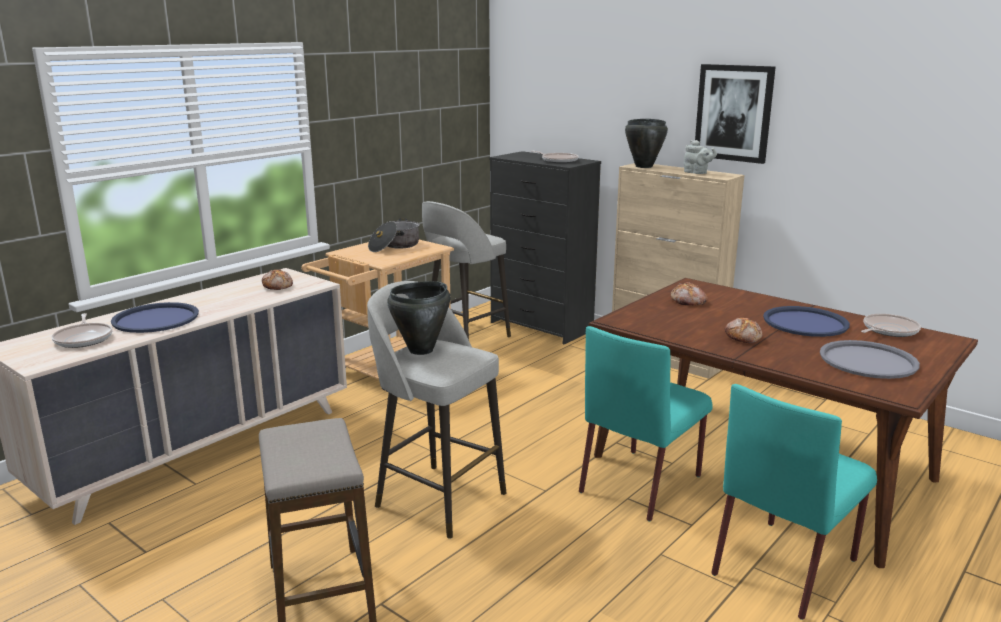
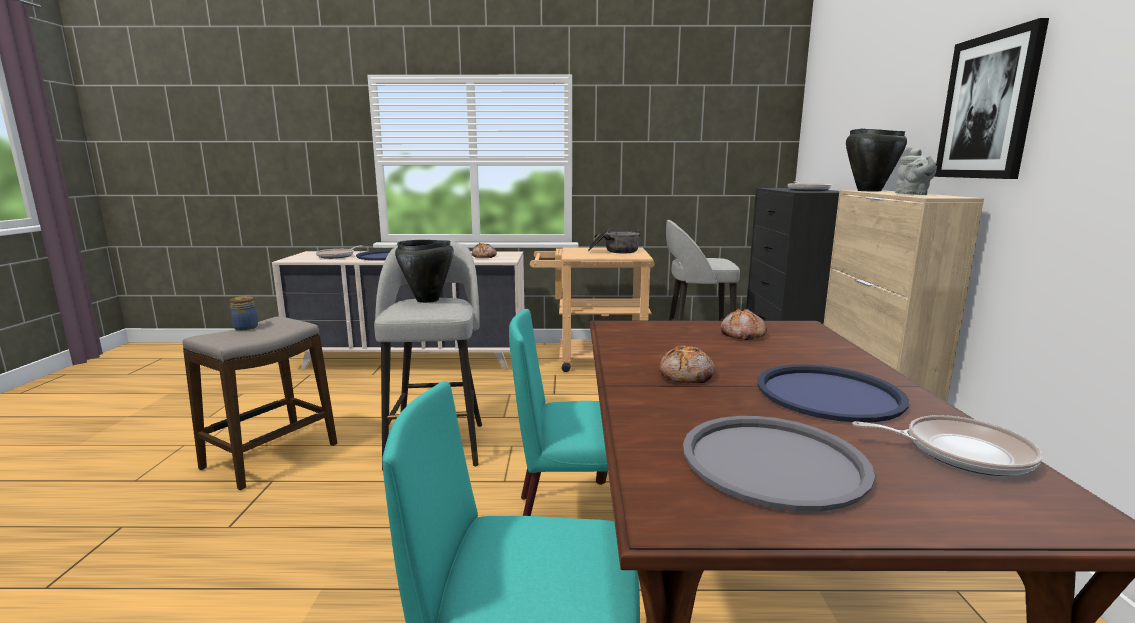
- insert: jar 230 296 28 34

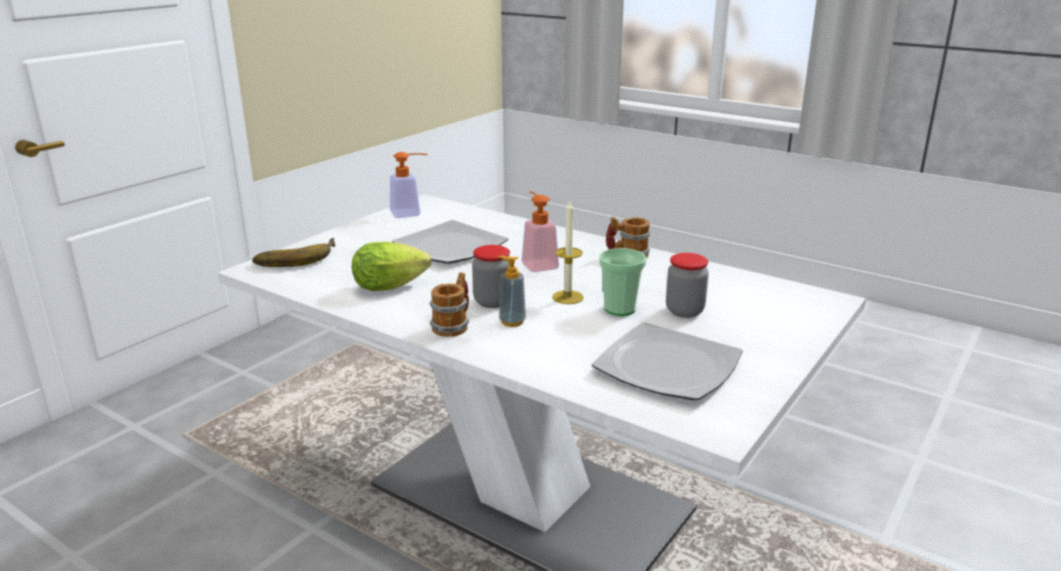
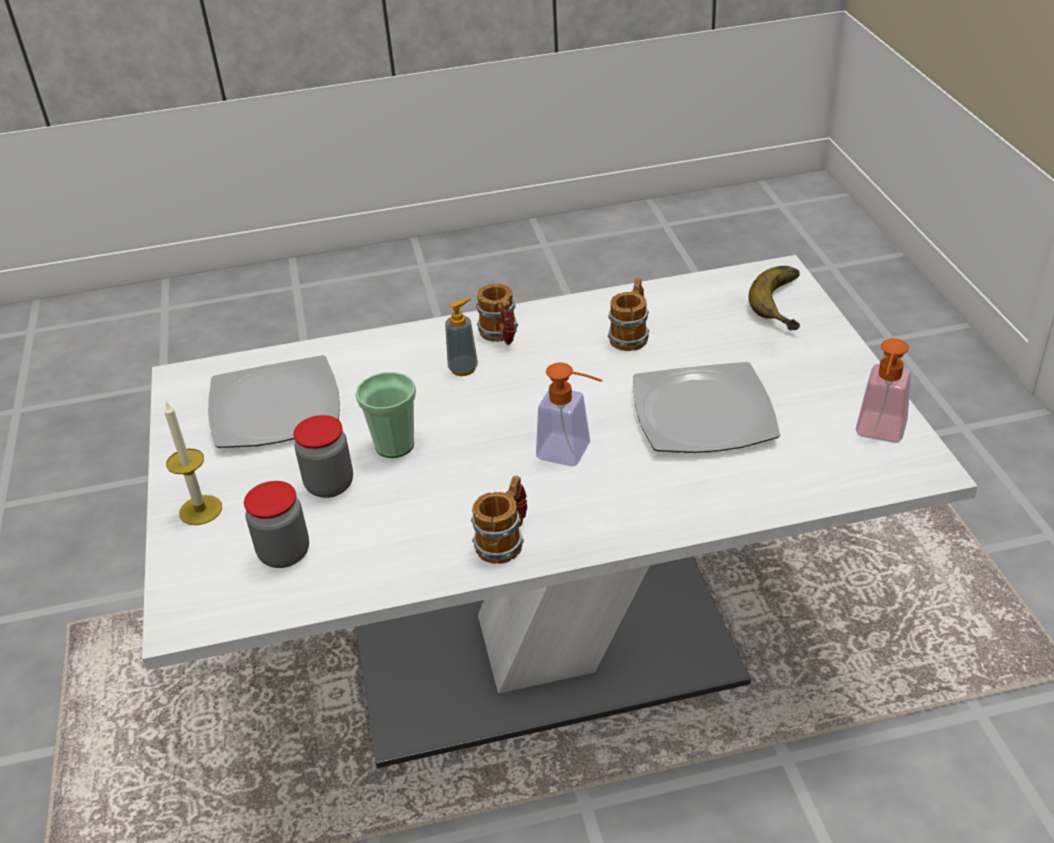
- move: jar 472 245 38 63 to 244 481 65 87
- move: candle 552 201 32 103 to 164 401 58 124
- replace: lettuce 352 242 79 49 to mug 608 278 41 73

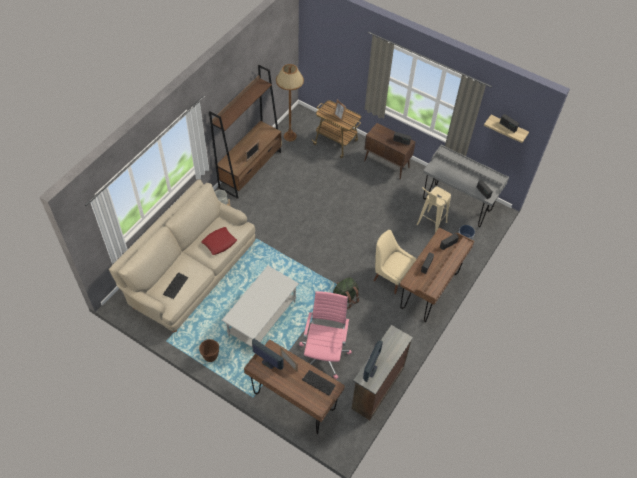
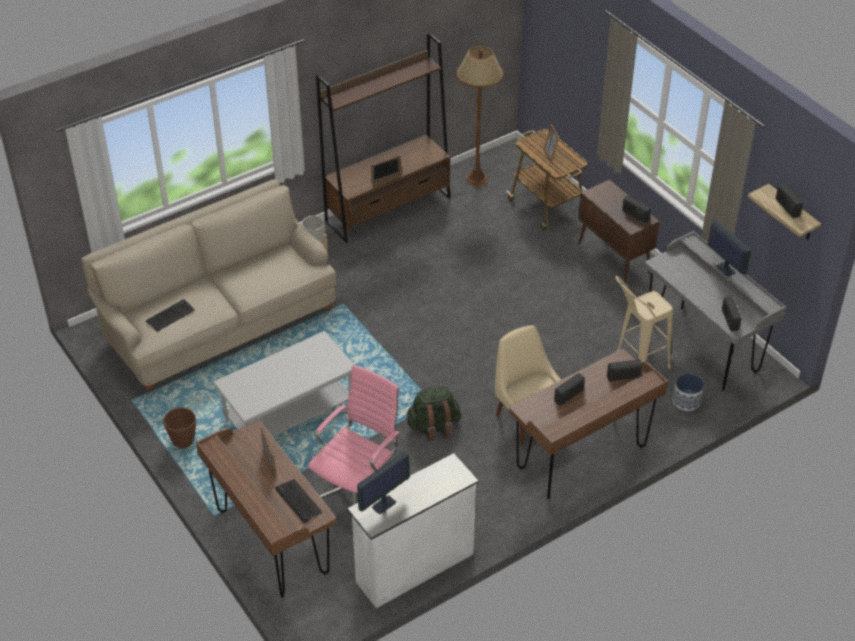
- delete: red pillow 201 227 36 28
- move: monitor 252 338 32 32 to 708 219 43 58
- recolor: brown dresser 351 325 62 95 to white dresser 347 453 132 155

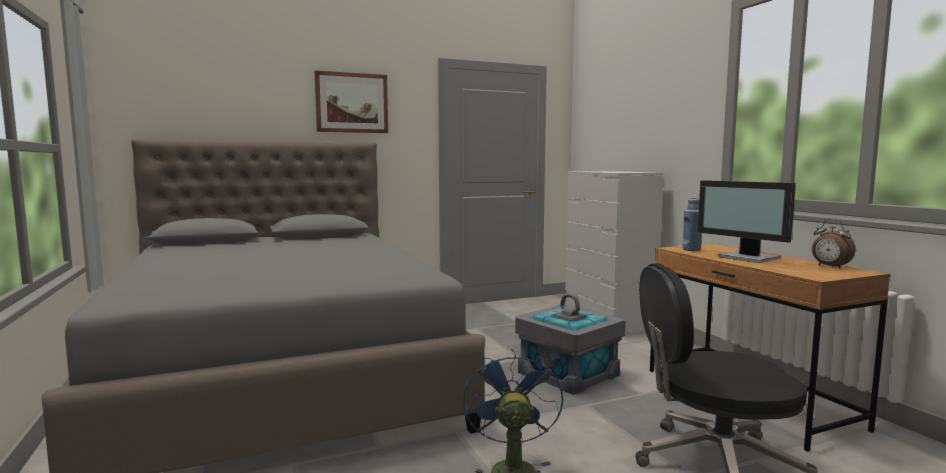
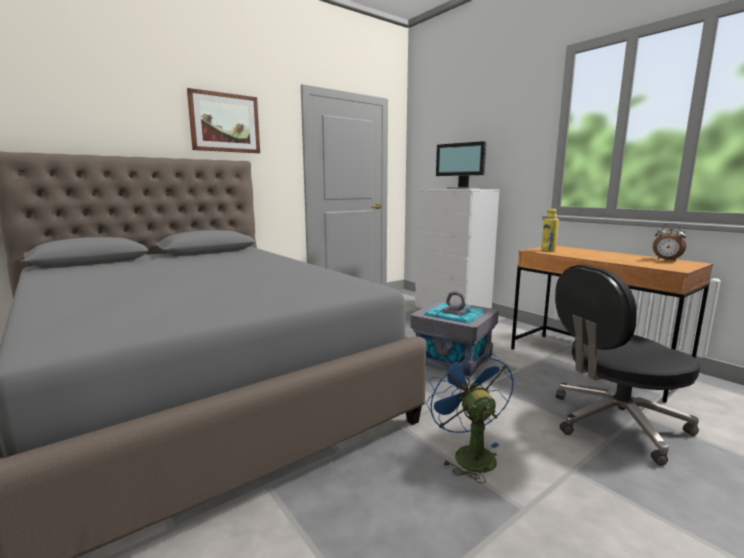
- move: monitor 698 180 98 83 to 436 141 50 48
- recolor: blue bottle 683 198 19 53 to yellow bottle 541 208 18 44

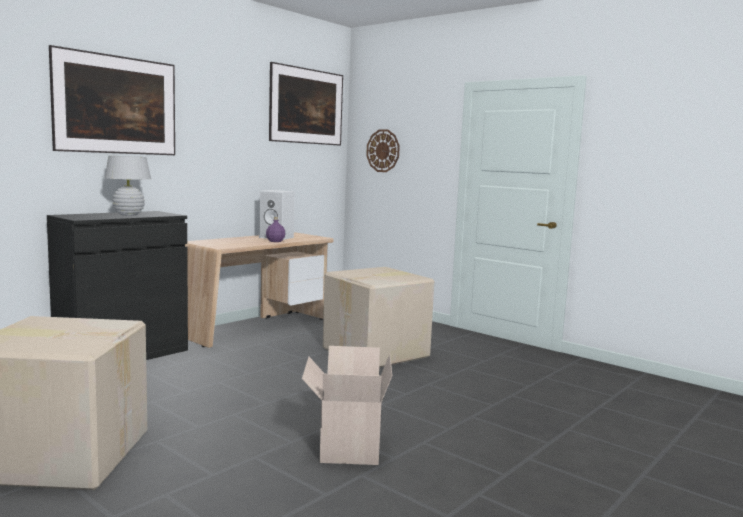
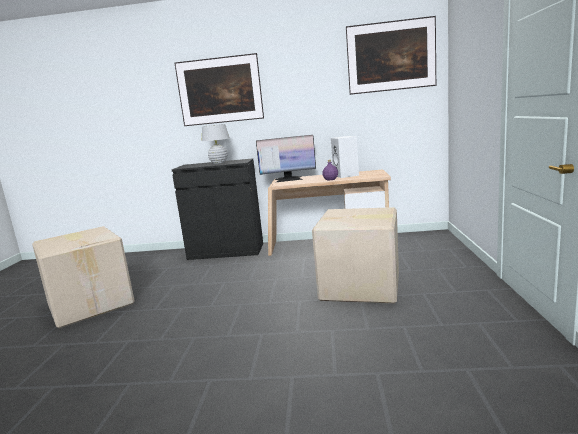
- delete: cardboard box 302 346 90 119
- delete: wall clock 366 129 34 43
- insert: monitor 256 135 60 47

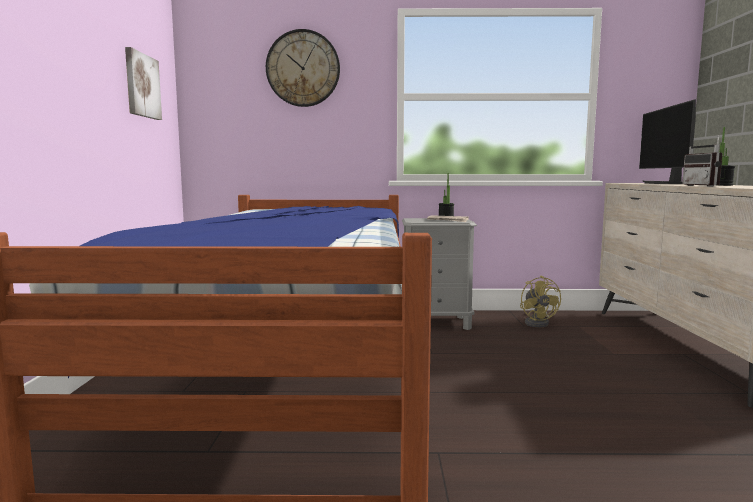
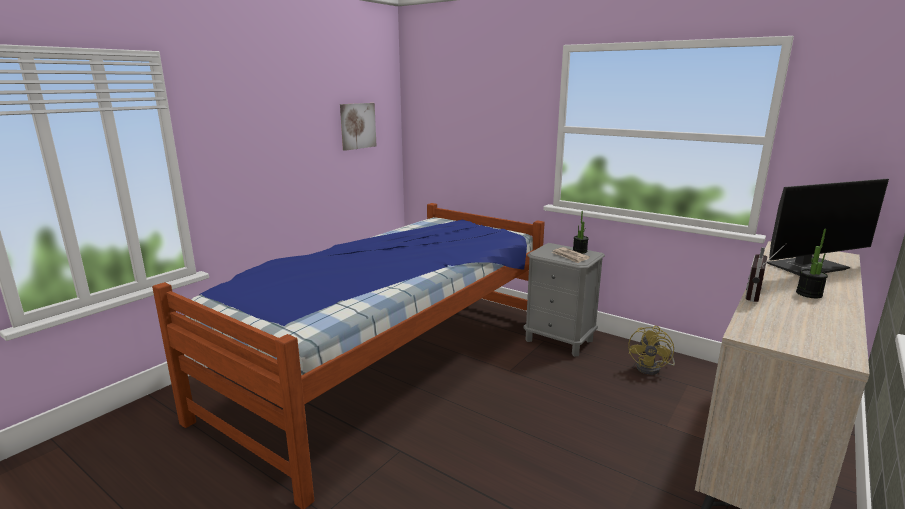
- delete: wall clock 266 29 74 78
- rotate: monitor 639 99 57 85 = 767 179 122 97 150 degrees counterclockwise

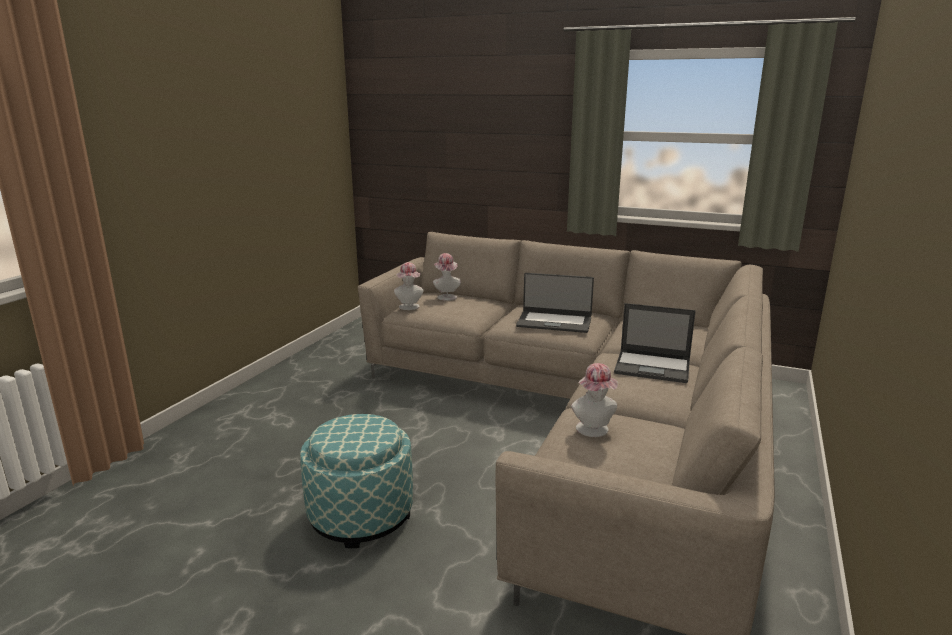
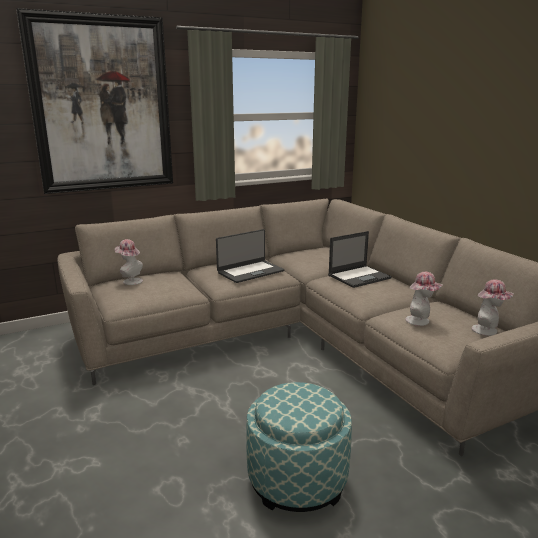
- insert: picture 16 8 157 186
- move: hat 394 262 30 48 to 472 279 42 57

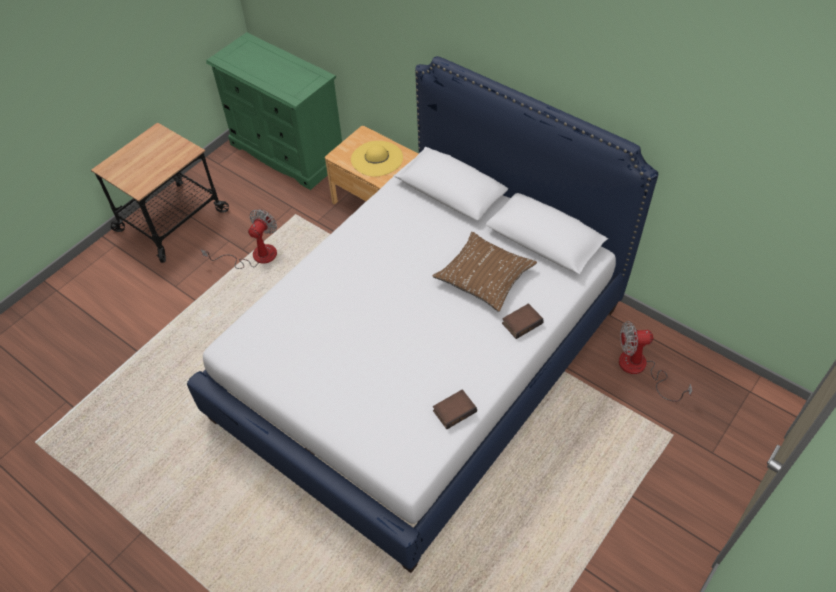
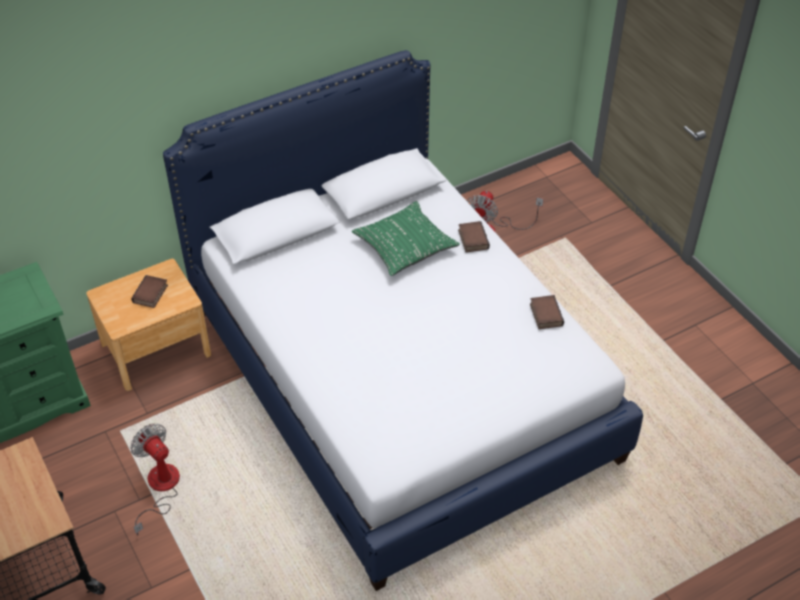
- replace: yellow hat 351 141 52 35 to book 131 275 37 33
- recolor: brown pillow 433 232 104 80 to green pillow 352 201 108 75

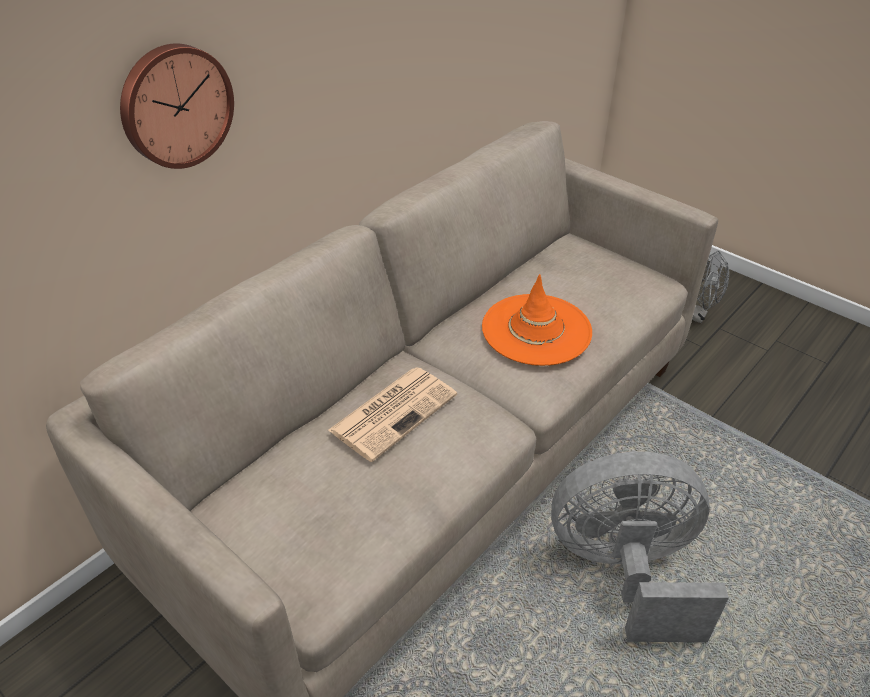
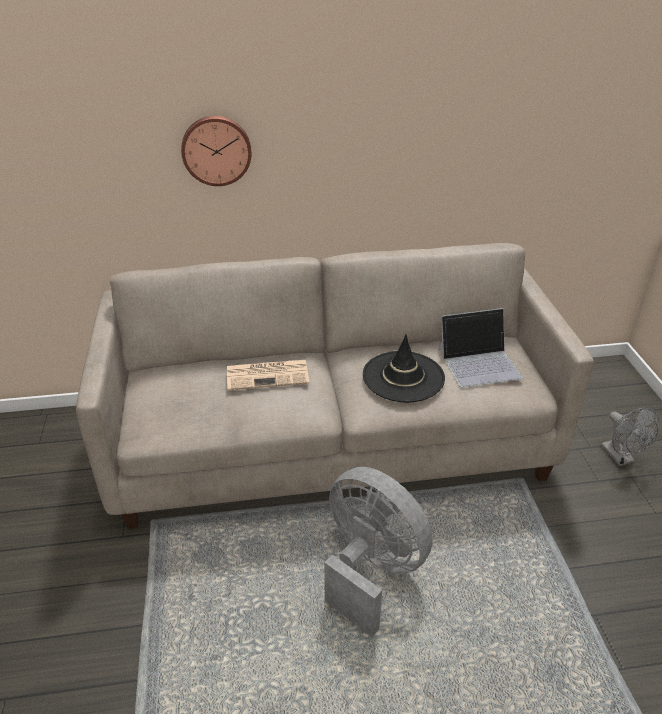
- insert: laptop 438 308 85 80
- recolor: orange hat 482 274 110 92 to black hat 363 335 82 68

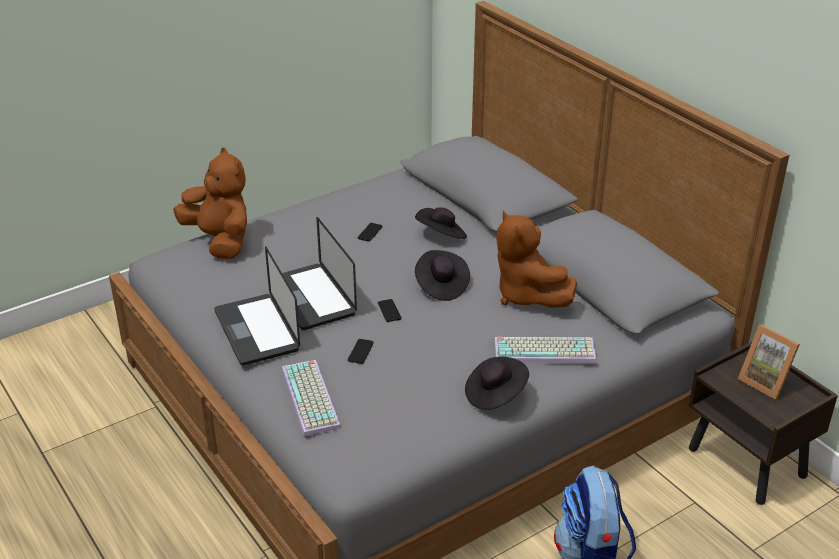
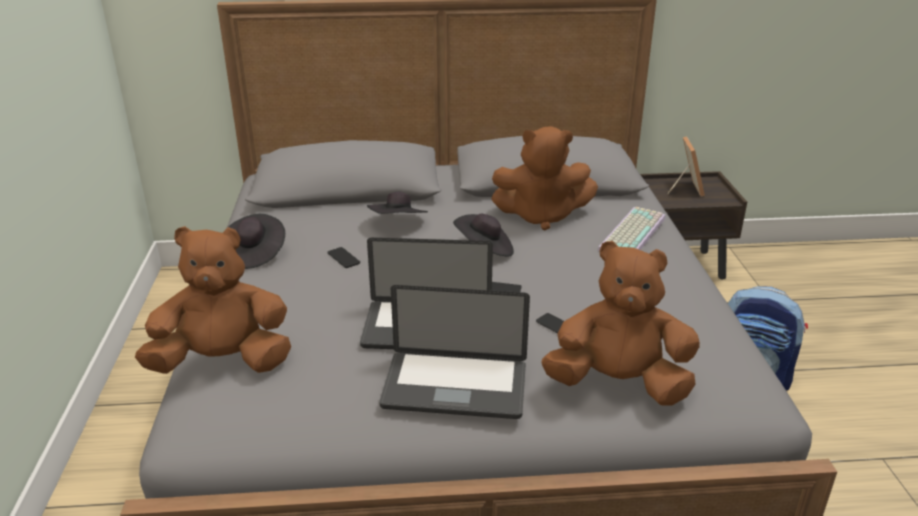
- move: black hat 465 357 64 53 to 226 214 59 55
- replace: keyboard 282 360 59 76 to brown plush toy 542 241 158 165
- rotate: picture frame 738 325 62 75 = 667 136 38 60 75 degrees counterclockwise

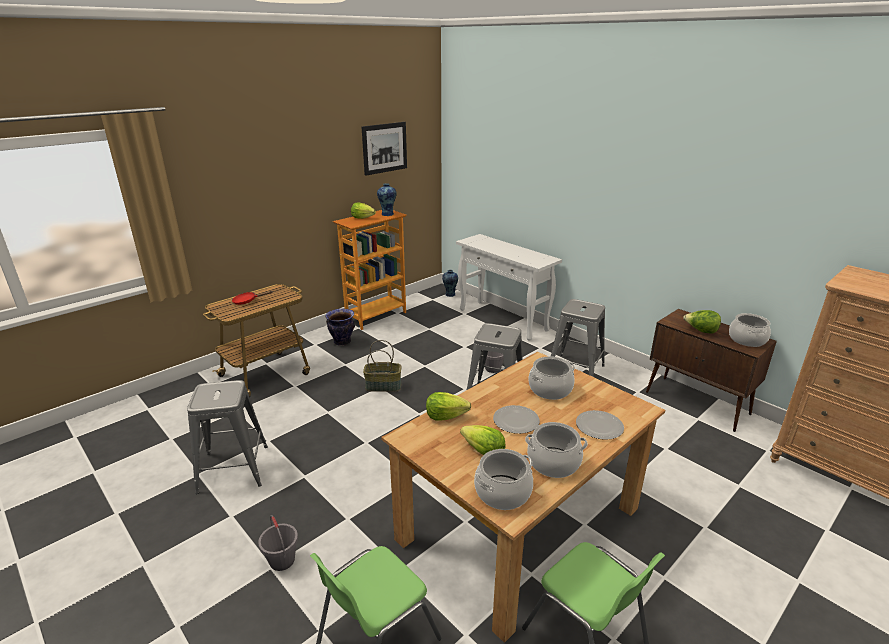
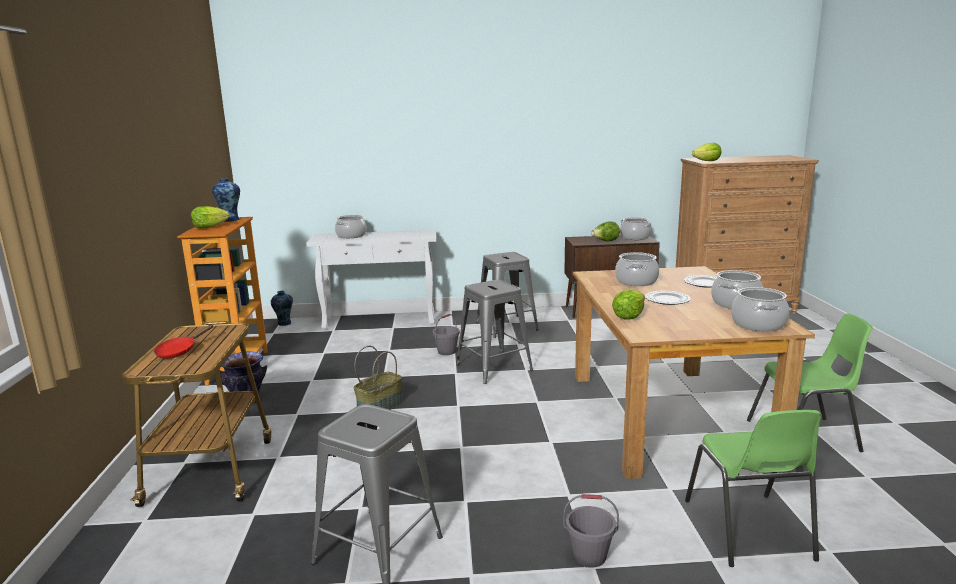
- delete: picture 362 122 45 54
- insert: cooking pot 335 215 32 23
- move: lettuce 460 425 45 30 to 692 143 29 18

